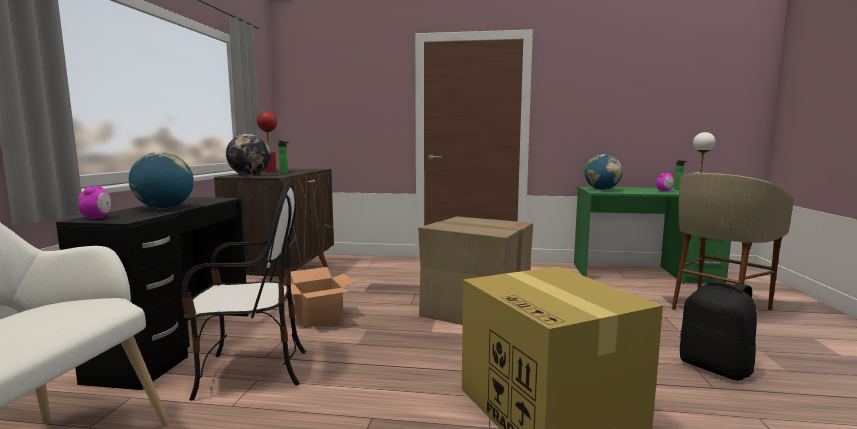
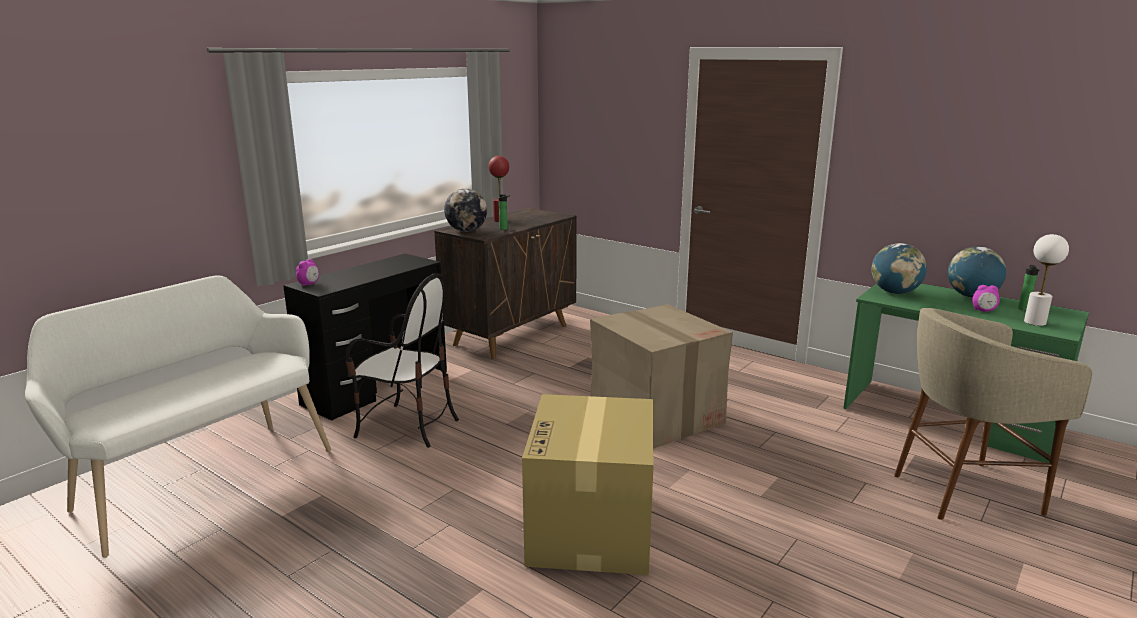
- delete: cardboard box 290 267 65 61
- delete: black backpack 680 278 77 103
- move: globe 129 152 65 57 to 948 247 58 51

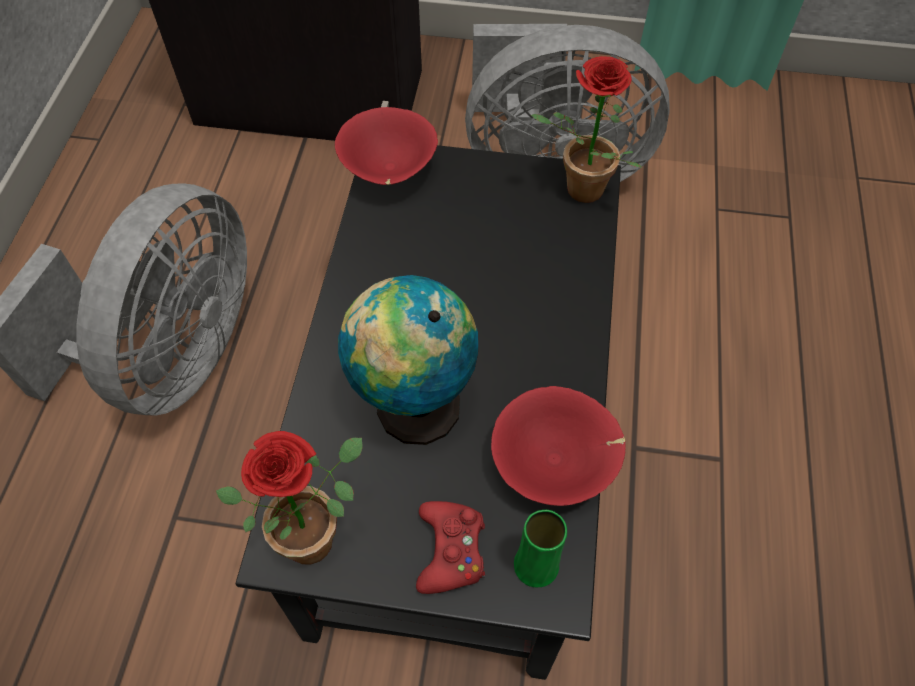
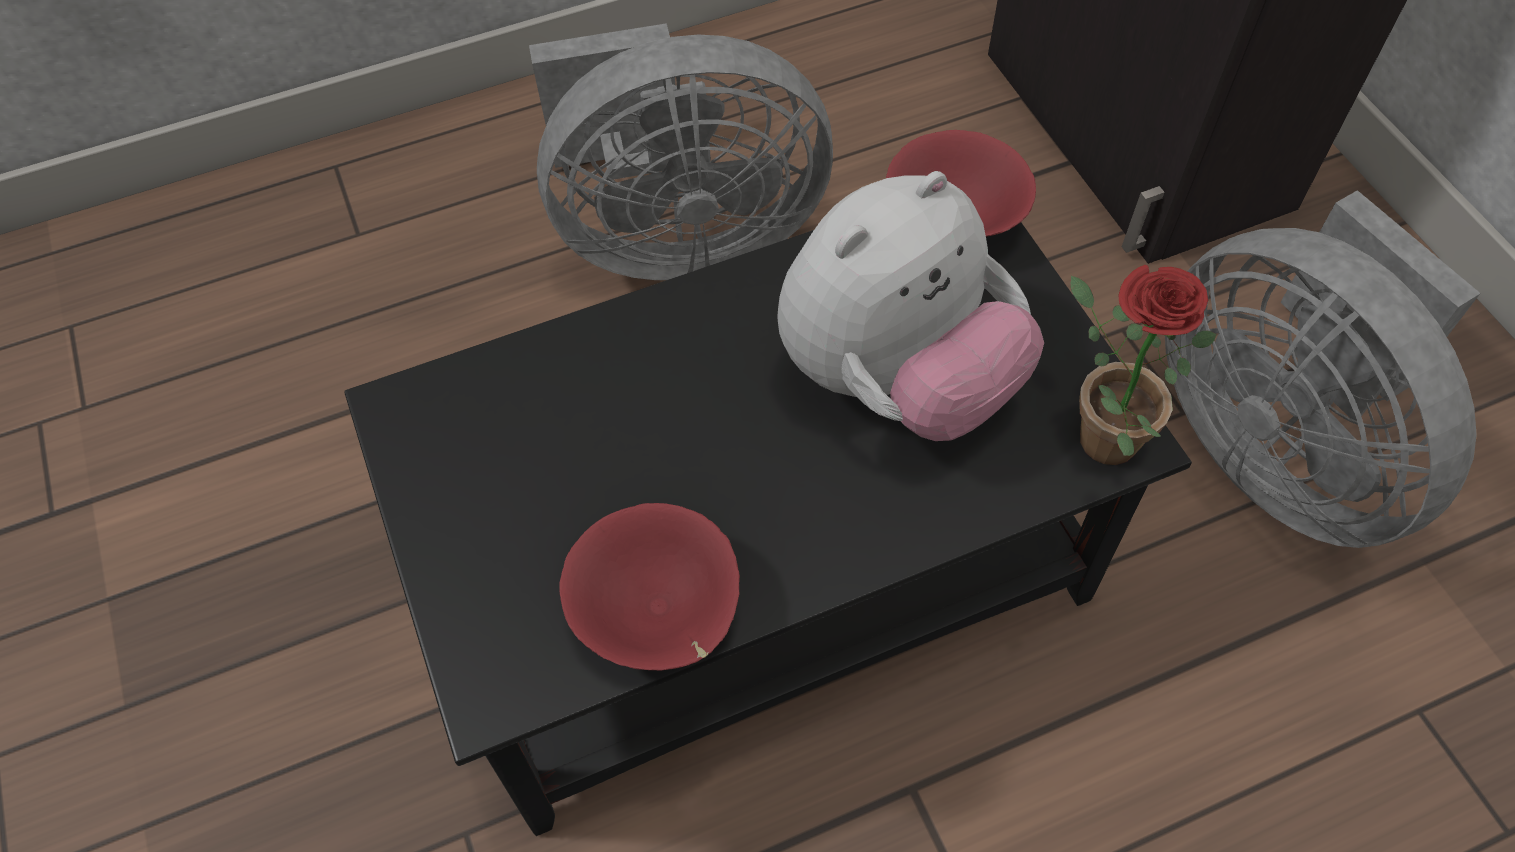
- delete: potted plant 216 431 147 134
- delete: globe 338 275 140 170
- delete: red game controller 416 501 69 93
- delete: green vase 514 510 53 77
- insert: plush toy 777 171 267 270

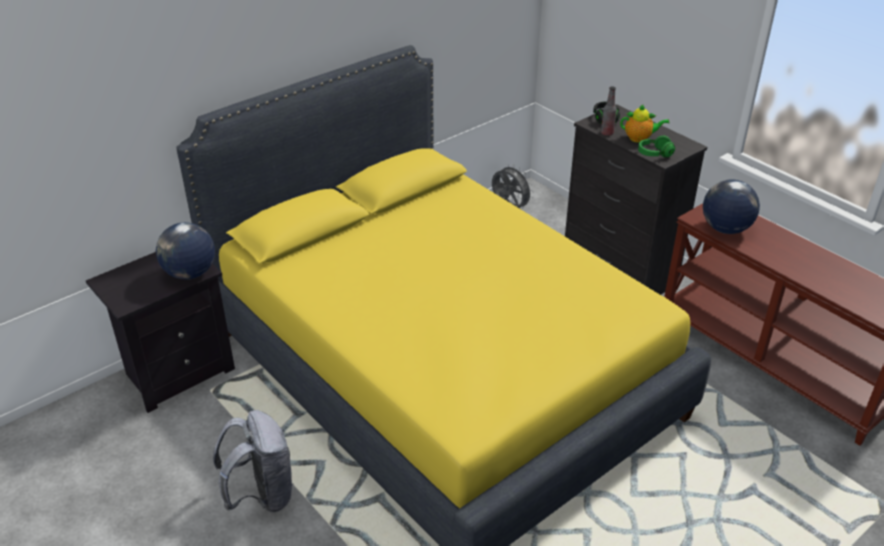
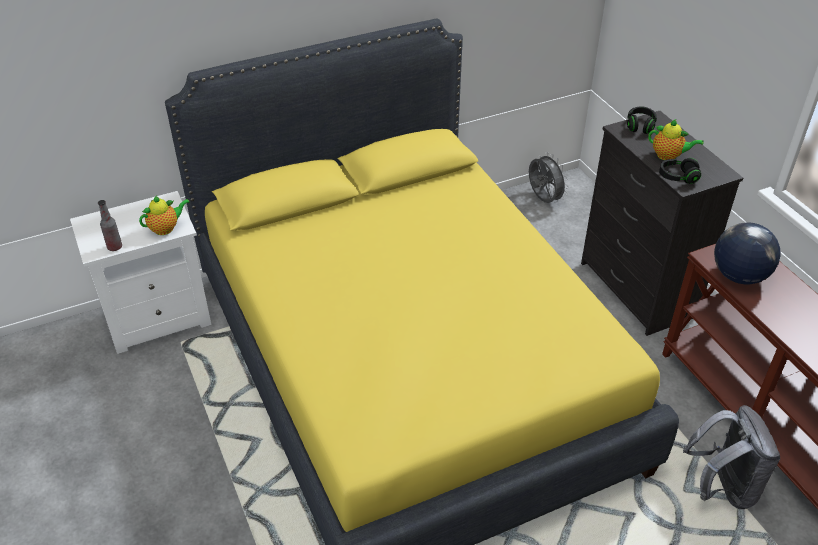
- move: grey backpack 213 410 81 102 to 683 405 97 104
- move: bottle 601 86 16 50 to 98 200 24 51
- replace: globe 156 222 59 57 to teapot 139 195 51 40
- recolor: black nightstand 86 252 149 161 to white nightstand 70 191 142 163
- recolor: green headphones 638 135 37 22 to black headphones 659 158 42 26

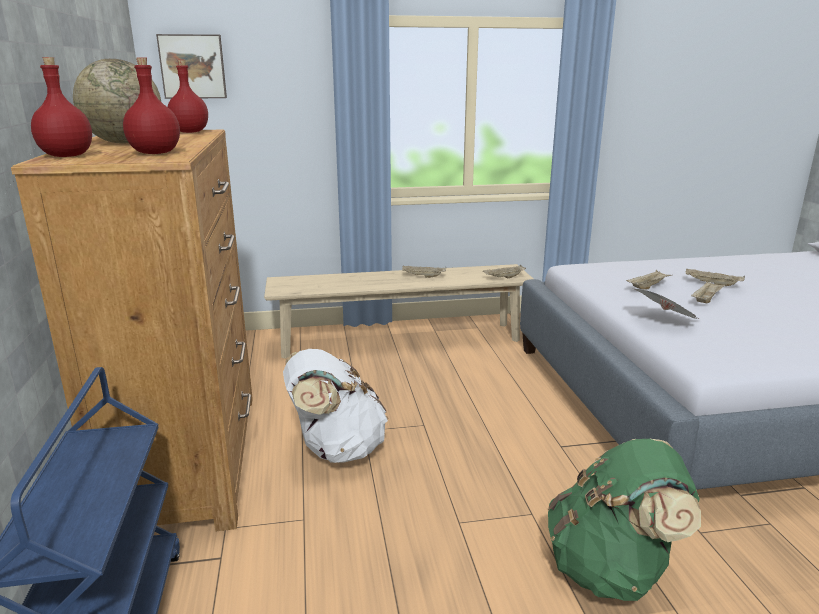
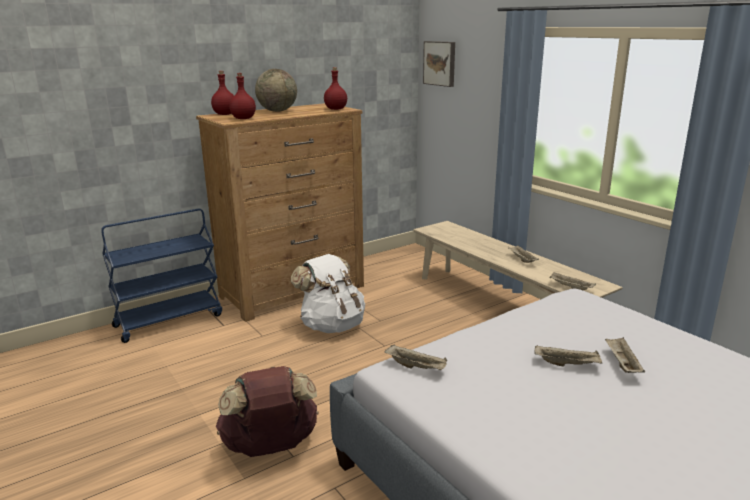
- delete: newspaper 635 289 63 30
- move: beige tray 626 270 46 19 to 384 345 63 25
- recolor: green backpack 548 439 153 162 to brown backpack 216 366 103 91

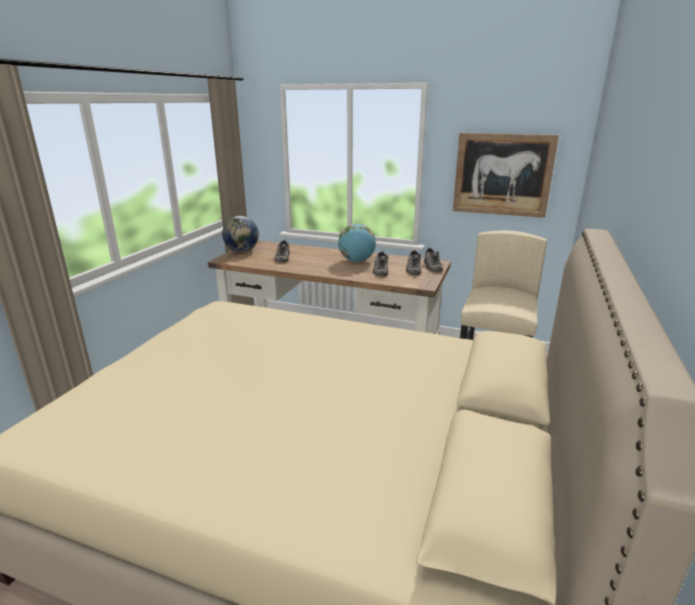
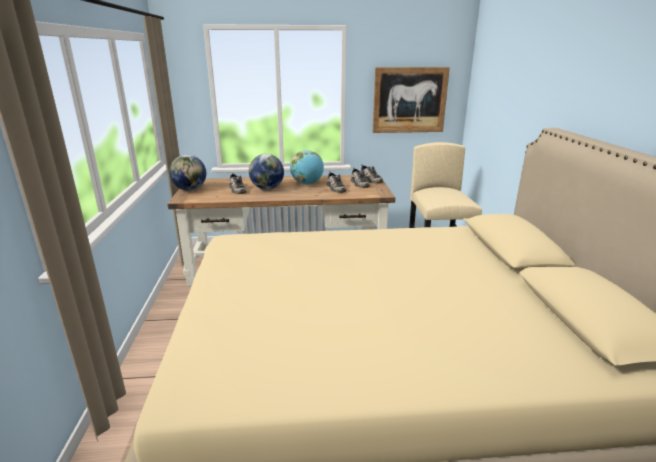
- insert: globe 249 154 35 36

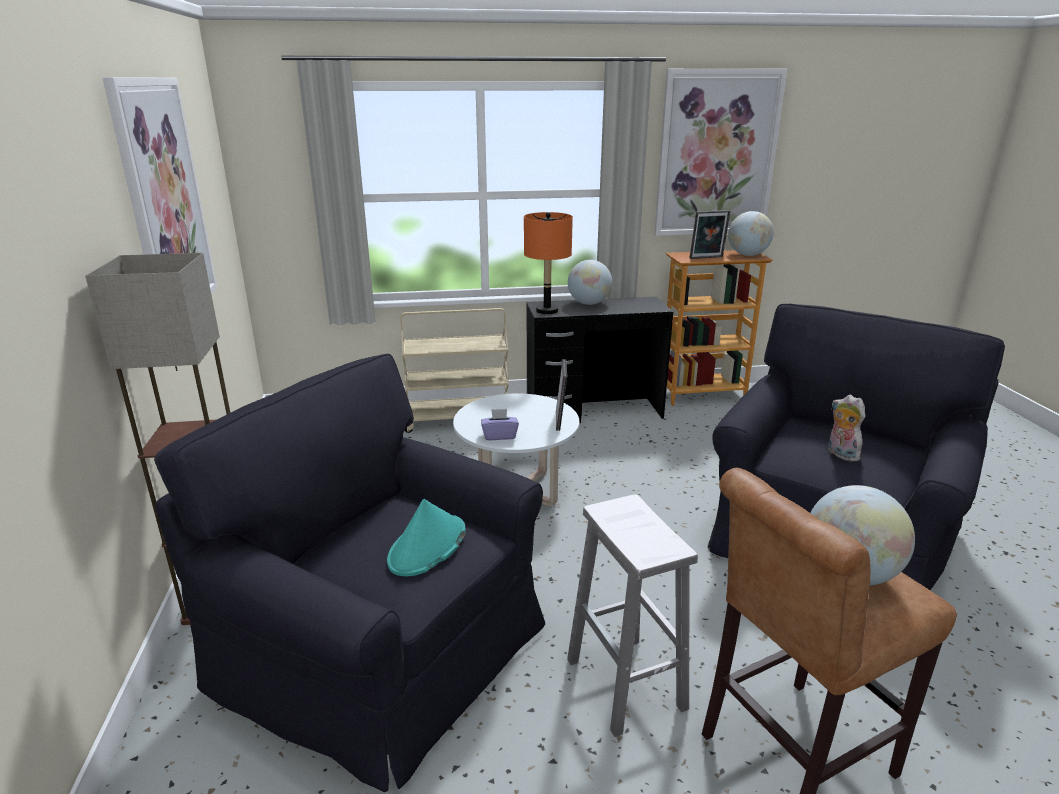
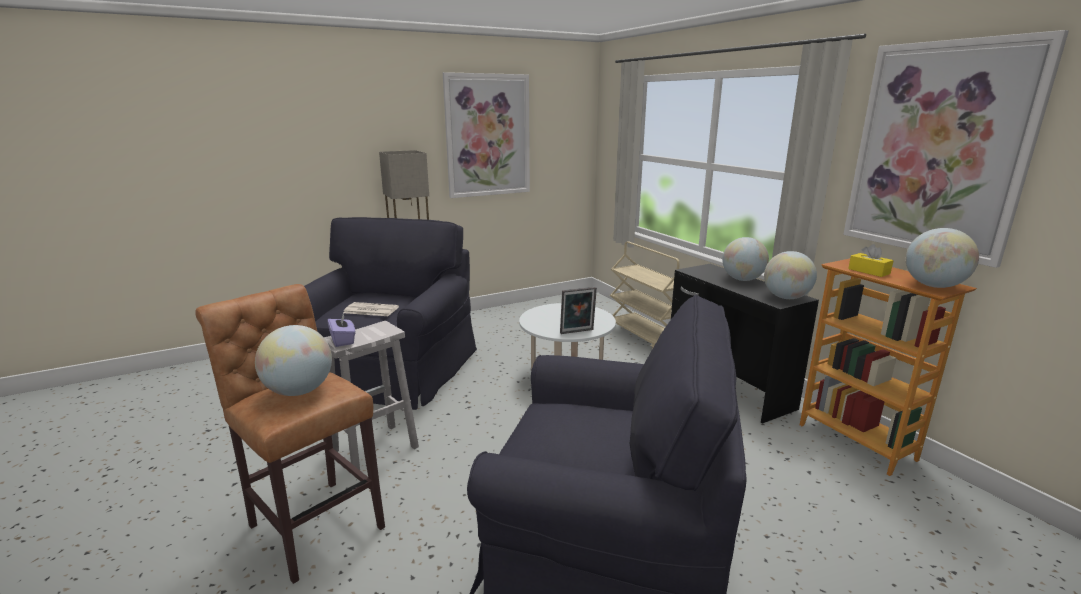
- delete: orange table lamp 524 212 49 102
- delete: plush toy 828 395 37 67
- insert: globe 764 251 53 48
- move: purple tissue box 481 409 38 31 to 328 314 28 33
- replace: turquoise hat 387 499 79 77 to newspaper 343 302 56 14
- replace: picture frame 690 210 40 49 to yellow tissue box 848 244 46 33

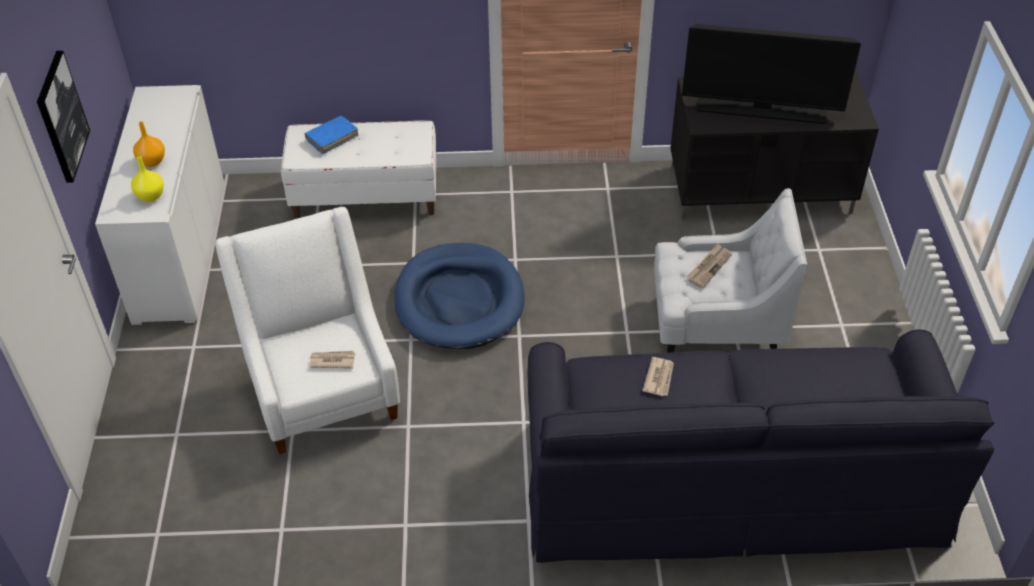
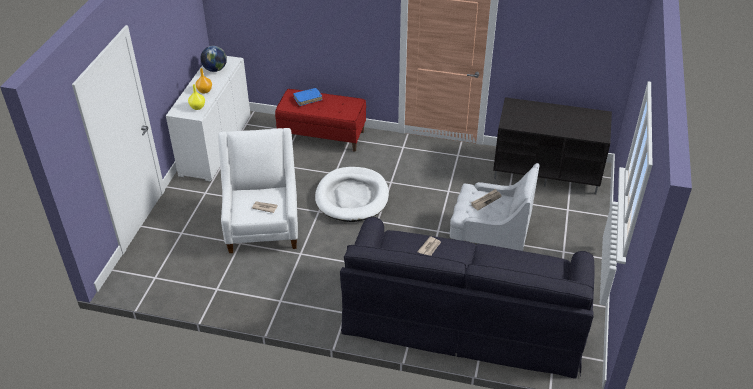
- delete: picture 37 51 53 132
- delete: television 682 24 179 100
- insert: globe 200 46 27 26
- recolor: white bench 281 121 155 98 to red bench 275 89 91 62
- recolor: blue dog bed 394 243 131 106 to white dog bed 315 167 74 55

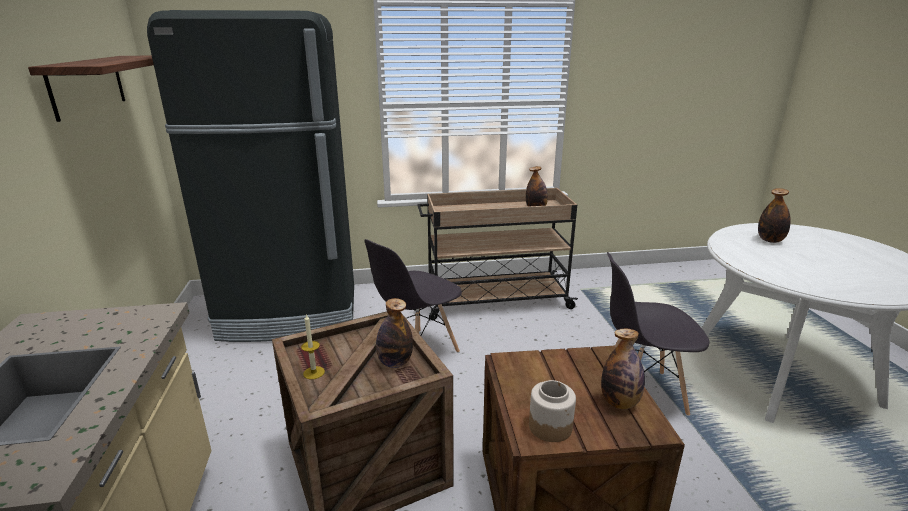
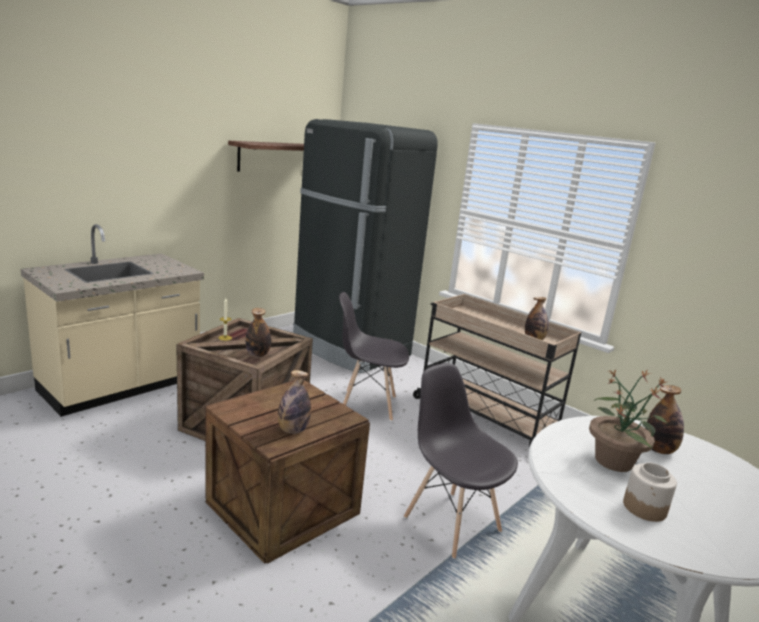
- insert: potted plant 589 369 79 103
- move: jar 529 380 47 62 to 623 462 54 60

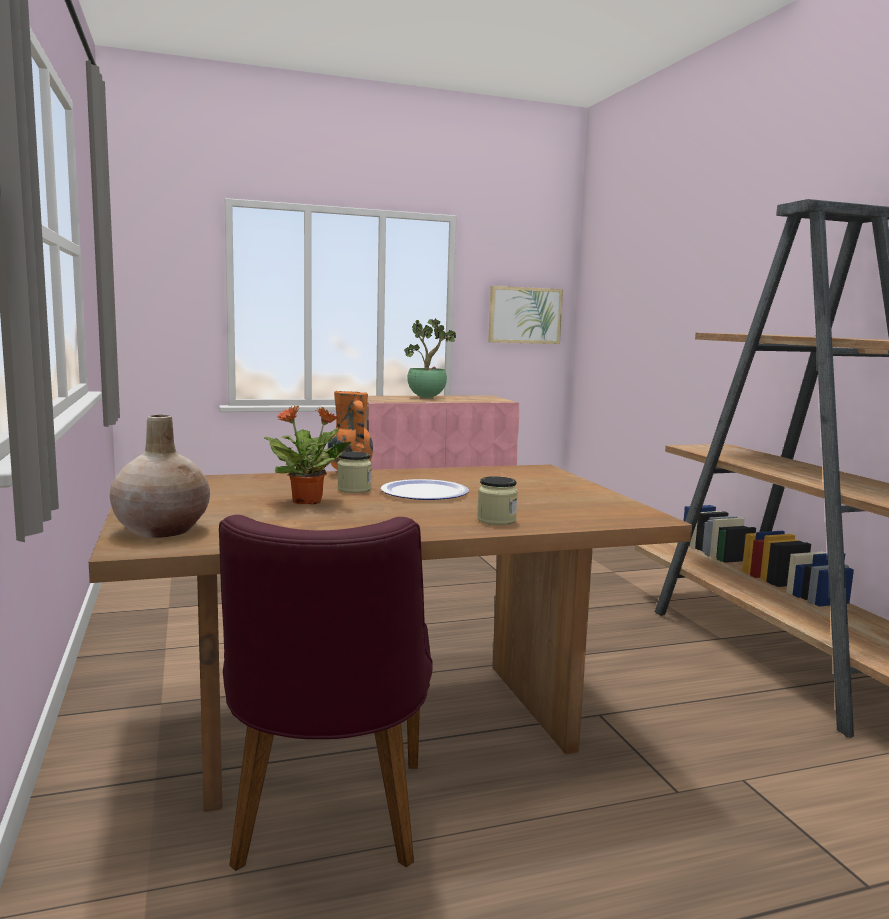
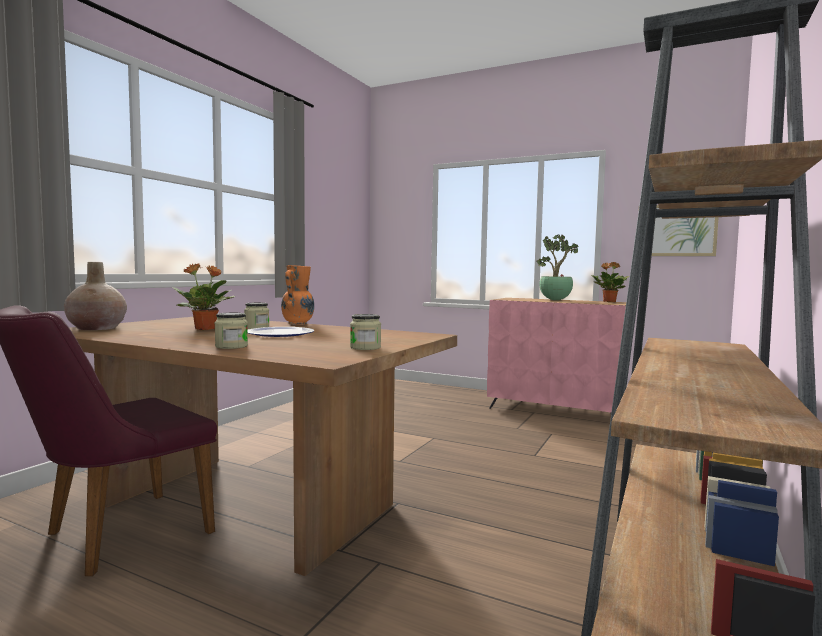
- insert: jar 350 314 31 36
- insert: potted plant 591 262 38 40

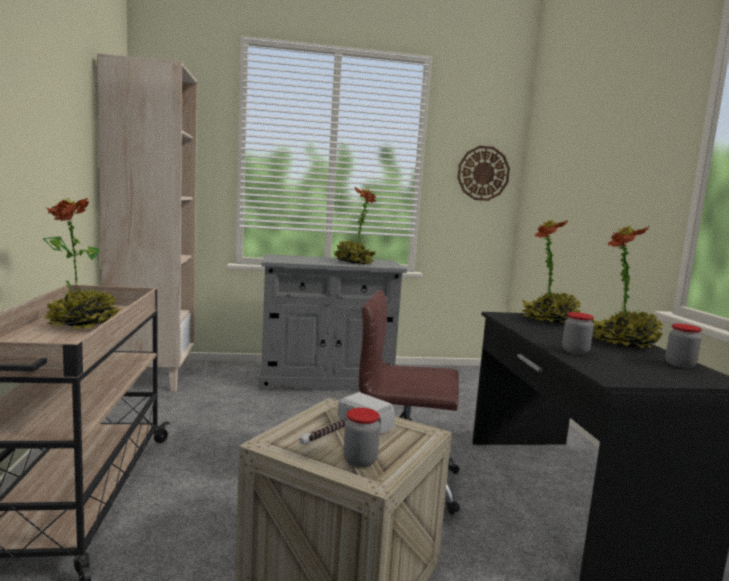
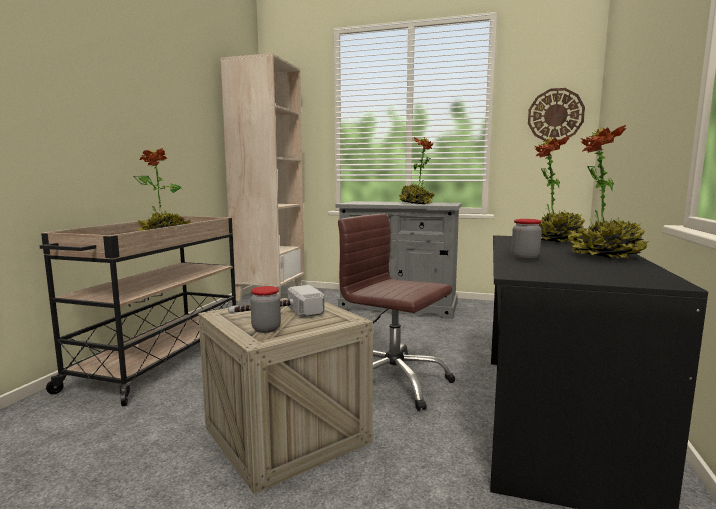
- delete: jar 666 324 36 44

